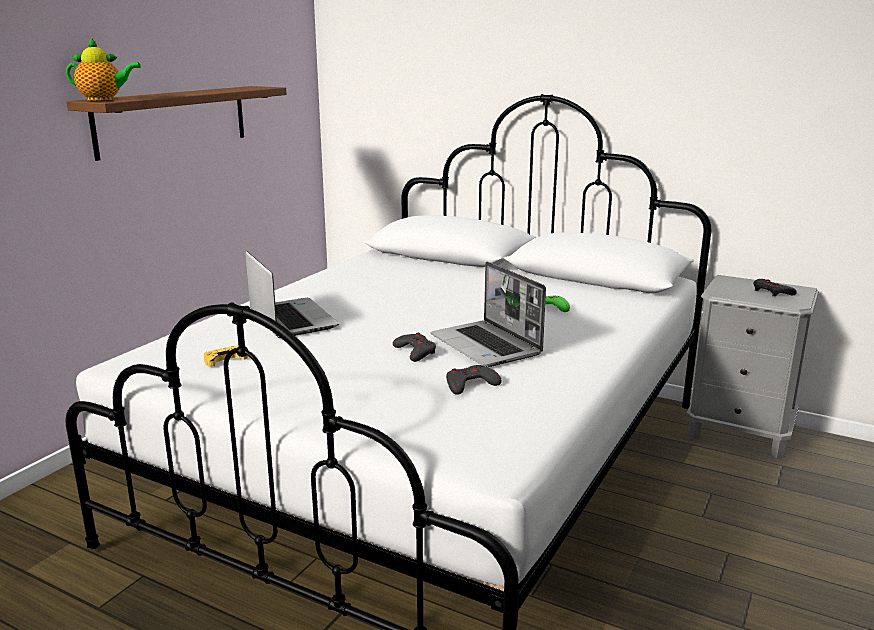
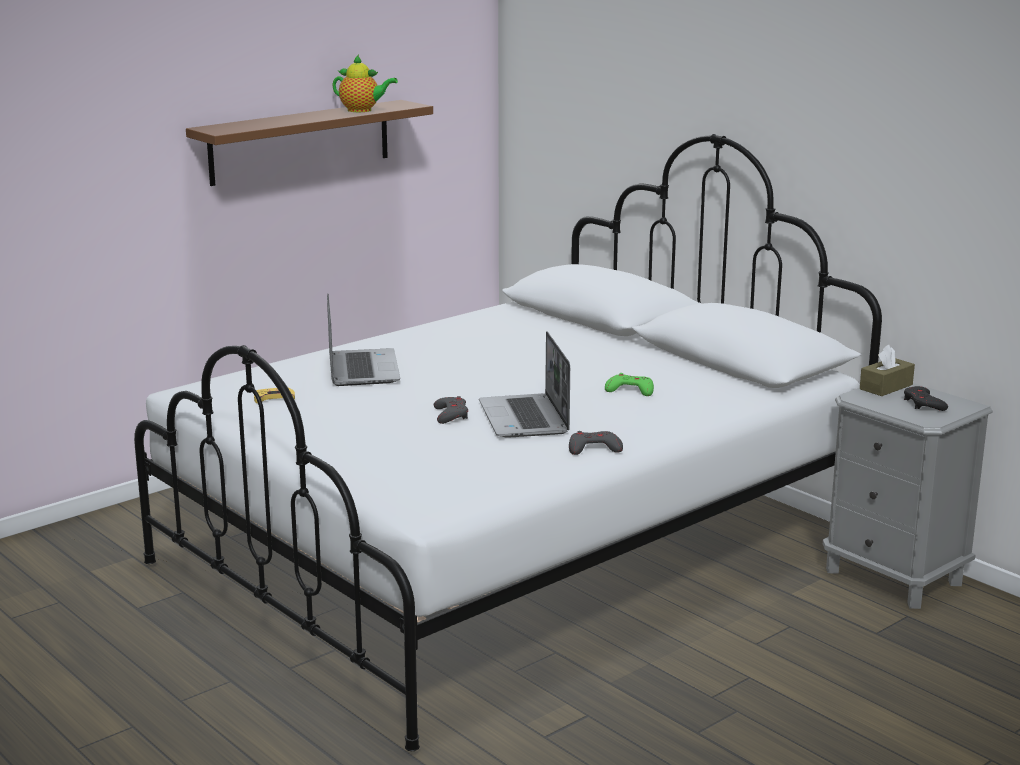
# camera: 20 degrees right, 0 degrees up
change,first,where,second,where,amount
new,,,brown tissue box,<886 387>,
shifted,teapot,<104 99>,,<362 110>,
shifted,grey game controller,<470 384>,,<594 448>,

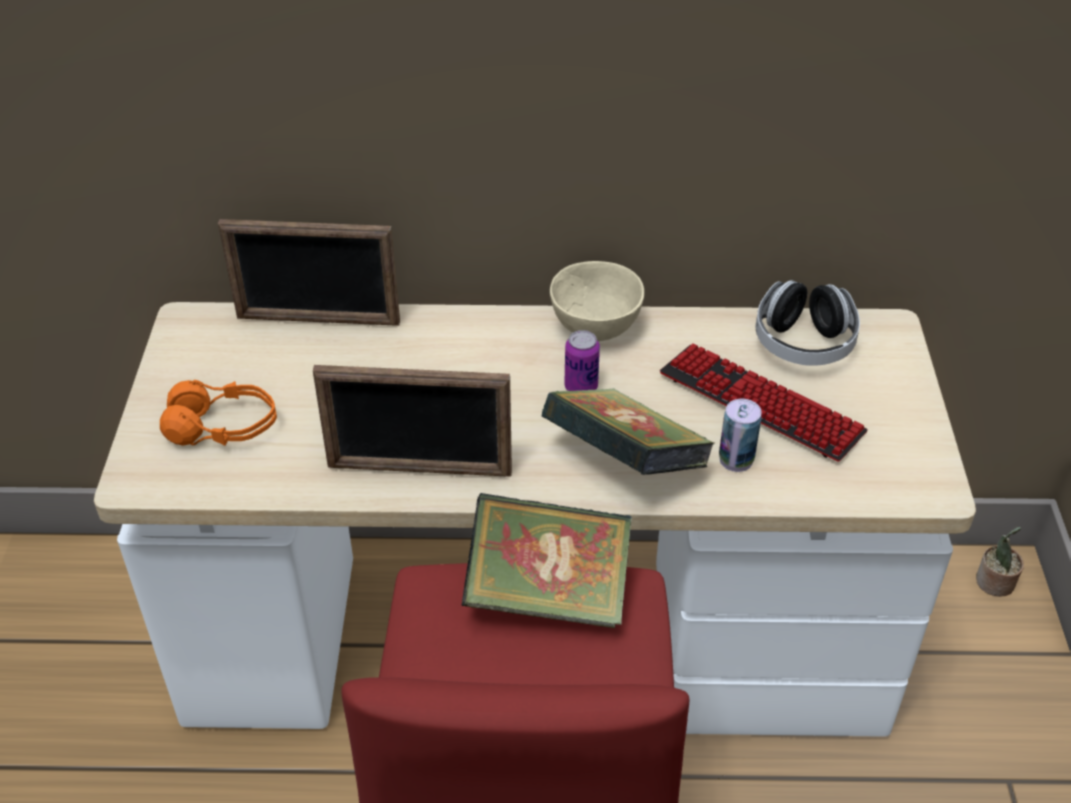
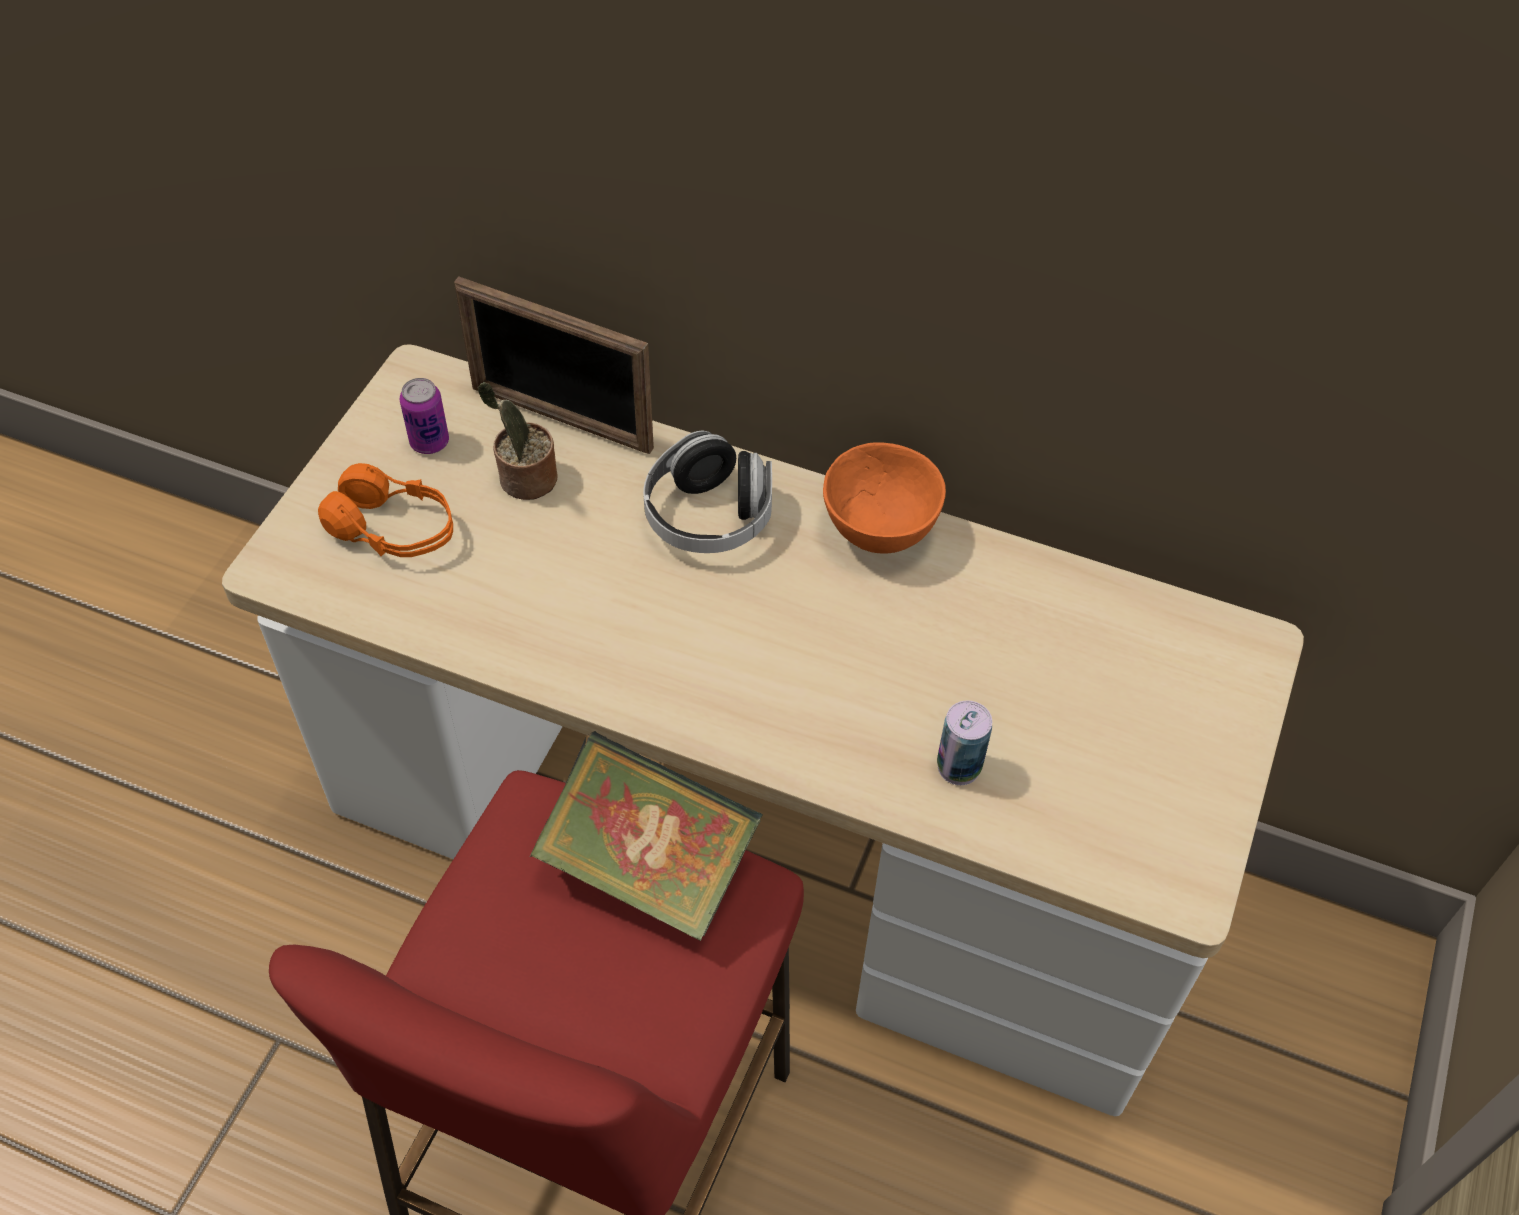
# camera: 20 degrees right, 10 degrees up
change,first,where,second,where,amount
gone,picture frame,<419 470>,,,
gone,book,<624 463>,,,
gone,keyboard,<760 404>,,,
shifted,can,<581 387>,,<429 442>,
shifted,headphones,<803 344>,,<709 517>,
shifted,potted plant,<994 583>,,<524 480>,
repainted,beige bowl,<595 330>,orange bowl,<878 531>,

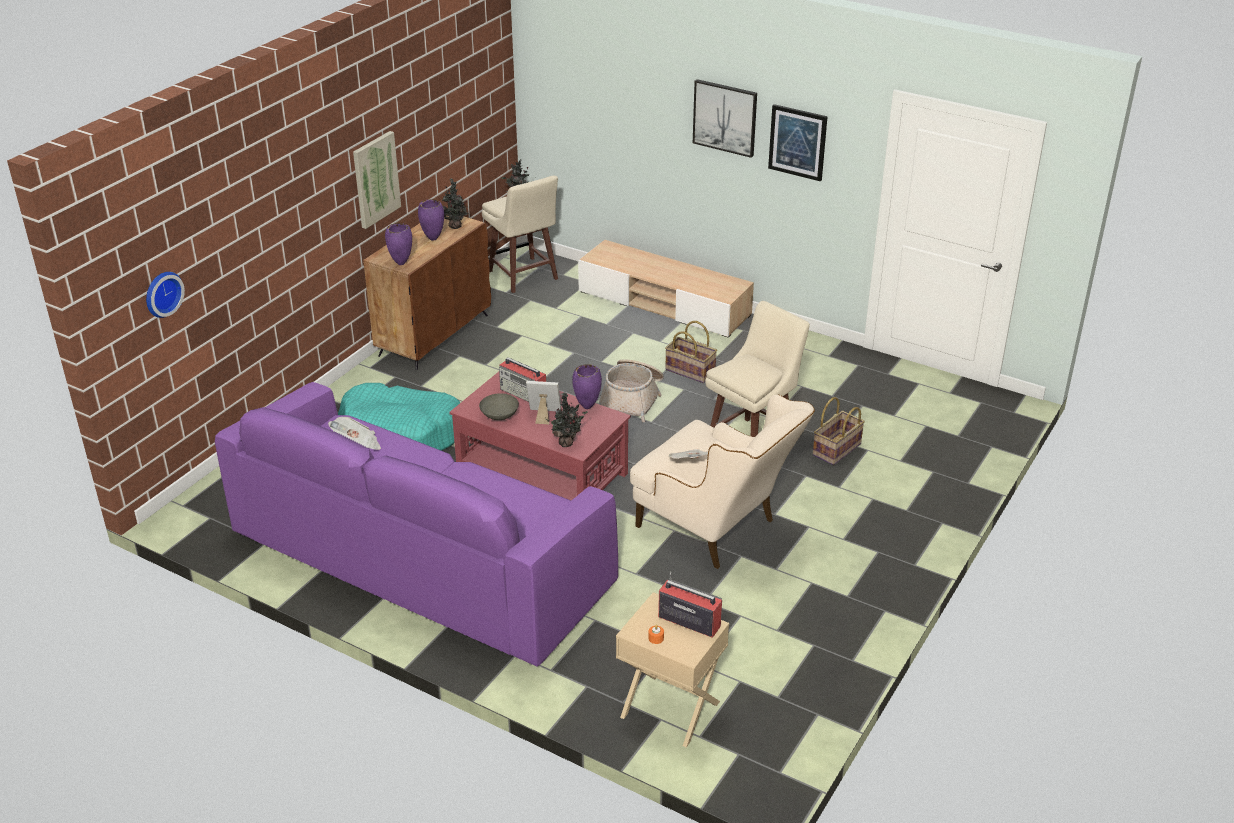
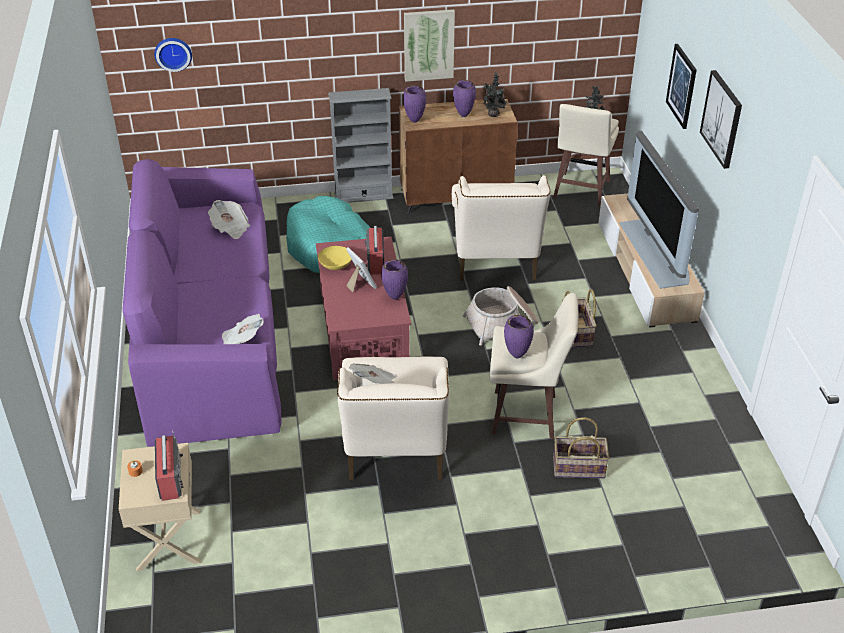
# camera: 50 degrees right, 5 degrees up
change,first,where,second,where,amount
gone,potted plant,<567 442>,,,
new,,,newspaper,<242 340>,
new,,,grey bookcase,<363 195>,
new,,,beige armchair,<496 263>,
new,,,purple vase,<516 356>,
new,,,television,<656 252>,
shifted,picture,<797 142>,,<682 86>,
repainted,grey bowl,<500 416>,yellow bowl,<336 266>,

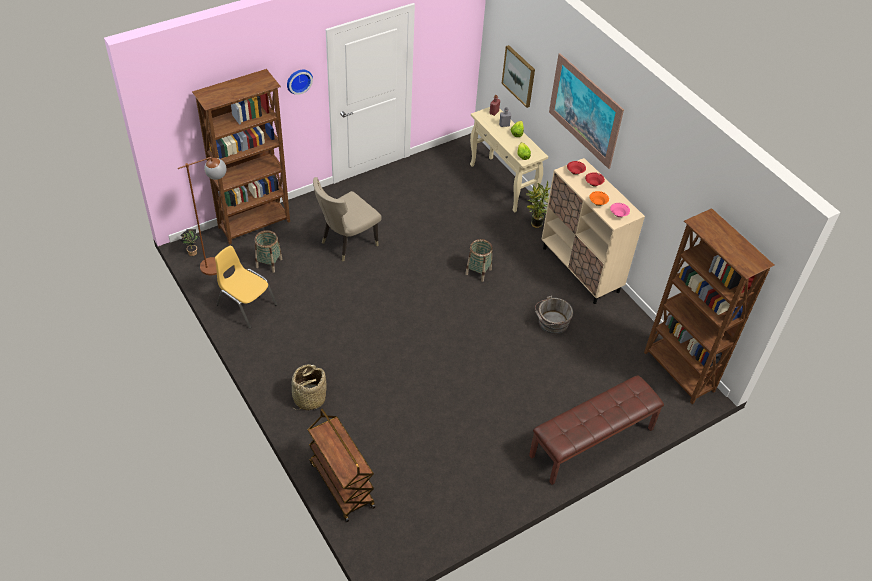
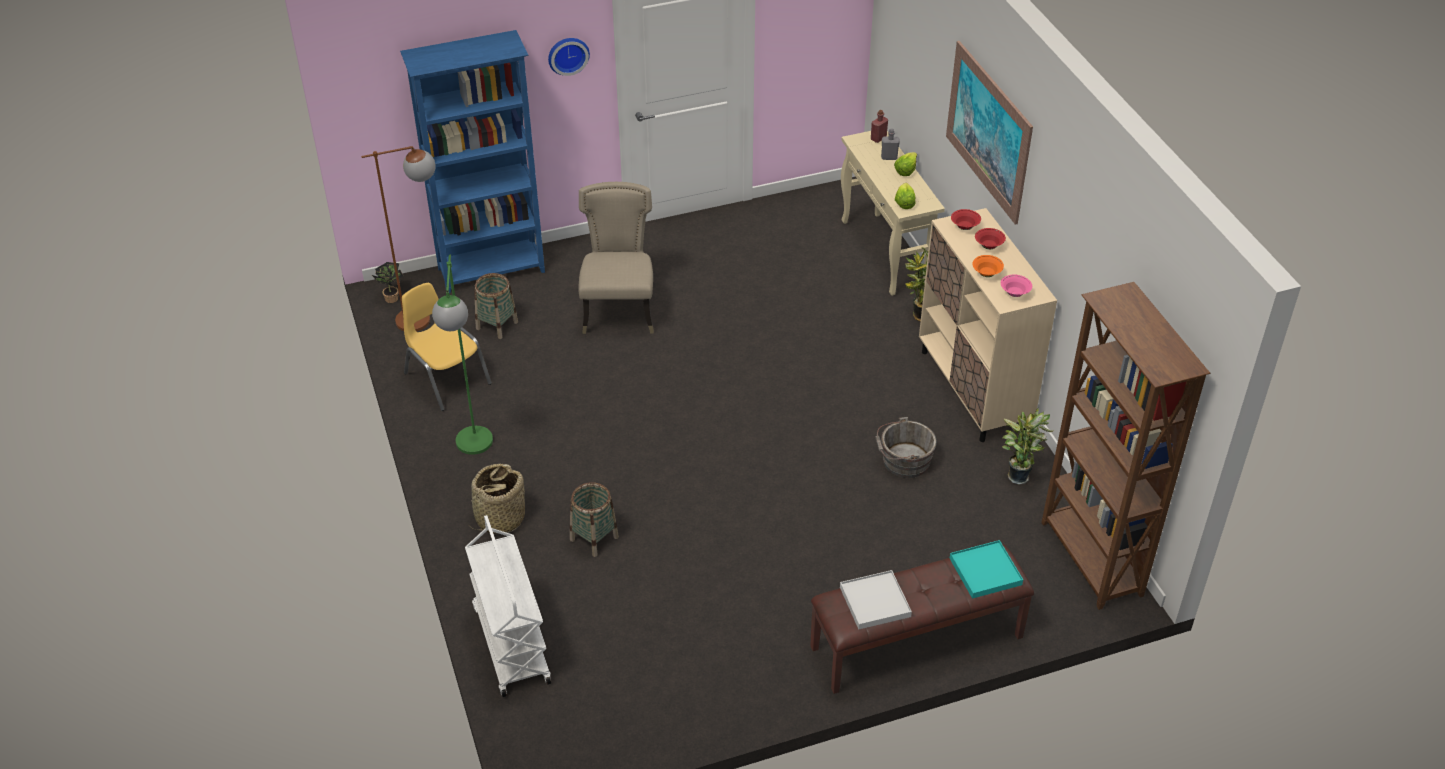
# camera: 15 degrees right, 5 degrees down
change,first,where,second,where,amount
gone,picture,<519 76>,,,
new,,,green floor lamp,<474 451>,
new,,,white tray,<874 602>,
new,,,turquoise tray,<985 571>,
new,,,potted plant,<1019 475>,
shifted,basket,<478 271>,,<594 538>,
repainted,brown bookcase,<255 225>,blue bookcase,<492 271>,
repainted,brown cart,<341 484>,white cart,<511 644>,
rotated,beige chair,<346 243>,,<619 311>,120 degrees clockwise

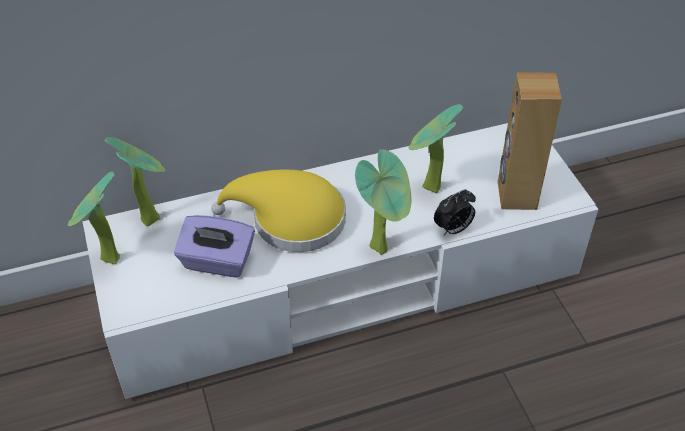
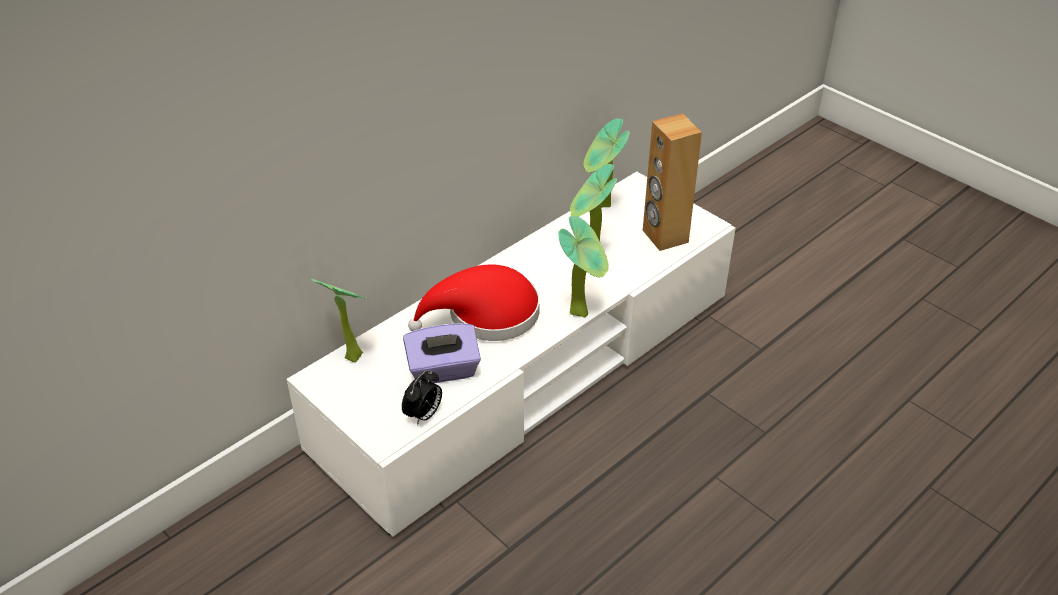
# camera: 25 degrees left, 5 degrees down
change,first,where,second,where,amount
shifted,potted plant,<107 261>,,<601 207>,
shifted,alarm clock,<453 229>,,<424 415>,
repainted,yellow hat,<290 220>,red hat,<486 315>,

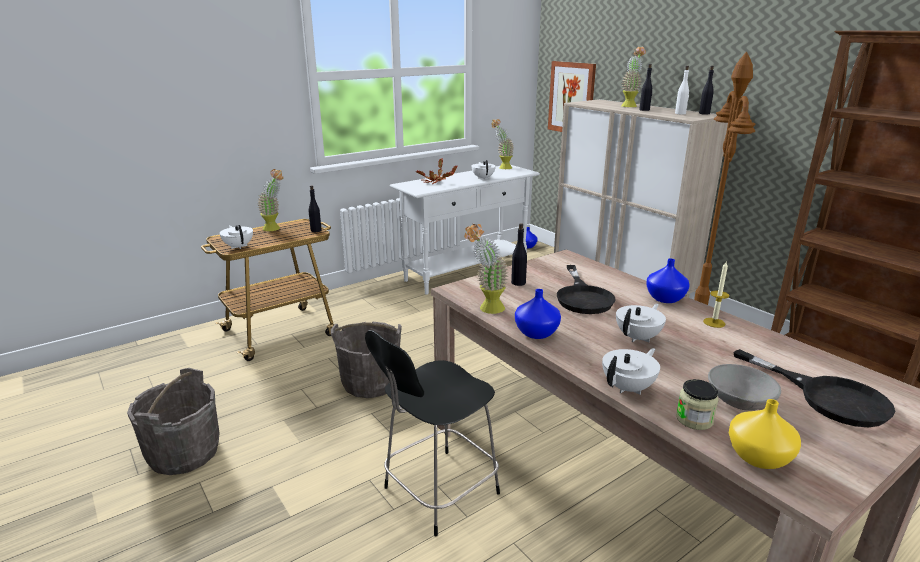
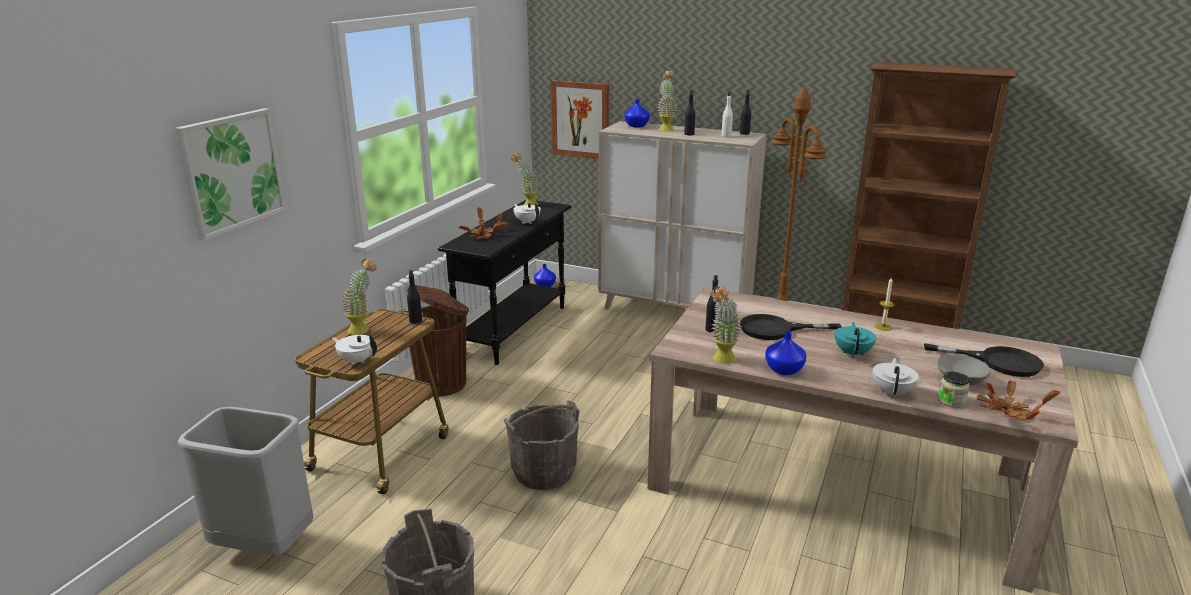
# camera: 30 degrees left, 0 degrees up
change,first,where,second,where,amount
gone,black stool,<438 492>,,,
new,,,picture,<232 171>,
new,,,grey trash can,<265 545>,
new,,,brown trash can,<443 383>,
shifted,blue vase,<666 299>,,<637 126>,
swapped,yellow vase,<758 456>,potted plant,<1006 412>,
repainted,white console table,<467 273>,black console table,<514 330>,
repainted,white teapot,<638 337>,turquoise teapot,<853 353>,
rotated,black frying pan,<583 297>,,<775 329>,120 degrees clockwise

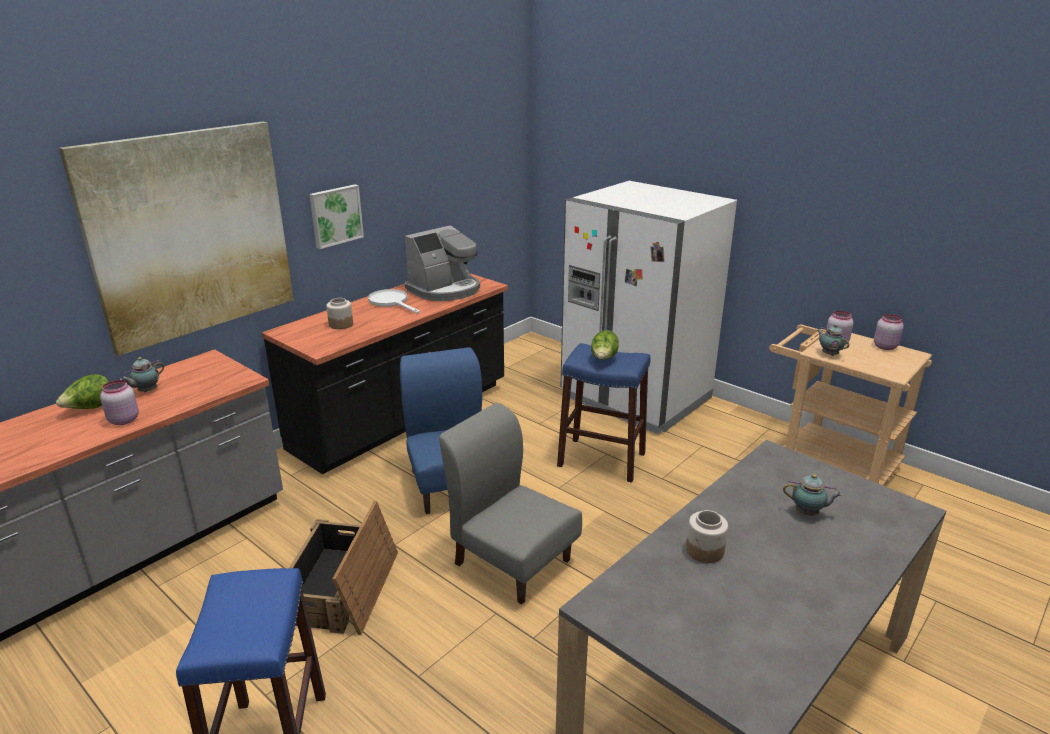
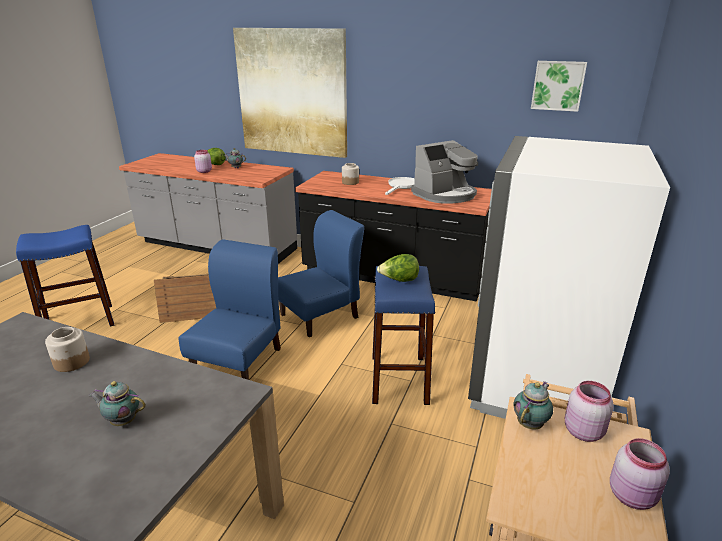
# camera: 70 degrees right, 0 degrees up
change,first,where,second,where,amount
shifted,picture,<335 215>,,<558 85>,
repainted,grey chair,<512 561>,blue chair,<239 361>,
rotated,coffee machine,<445 290>,,<445 195>,60 degrees counterclockwise
rotated,teapot,<808 513>,,<122 421>,105 degrees clockwise

